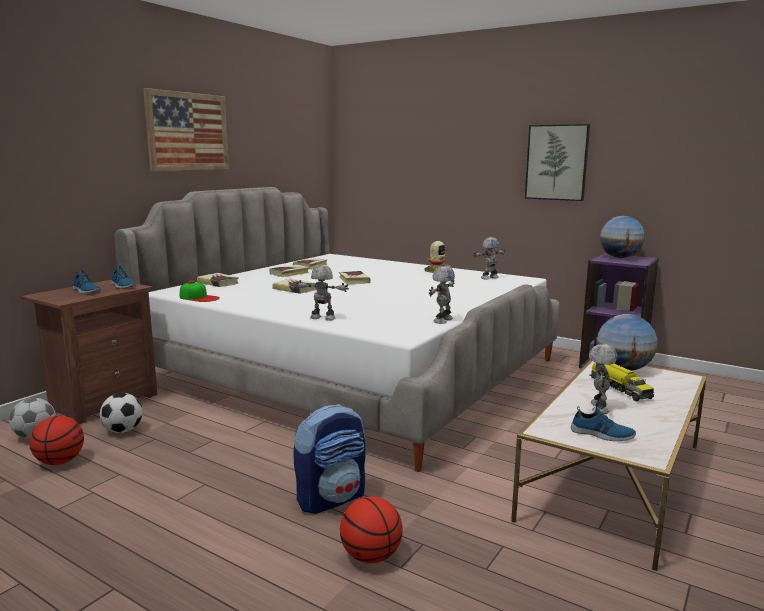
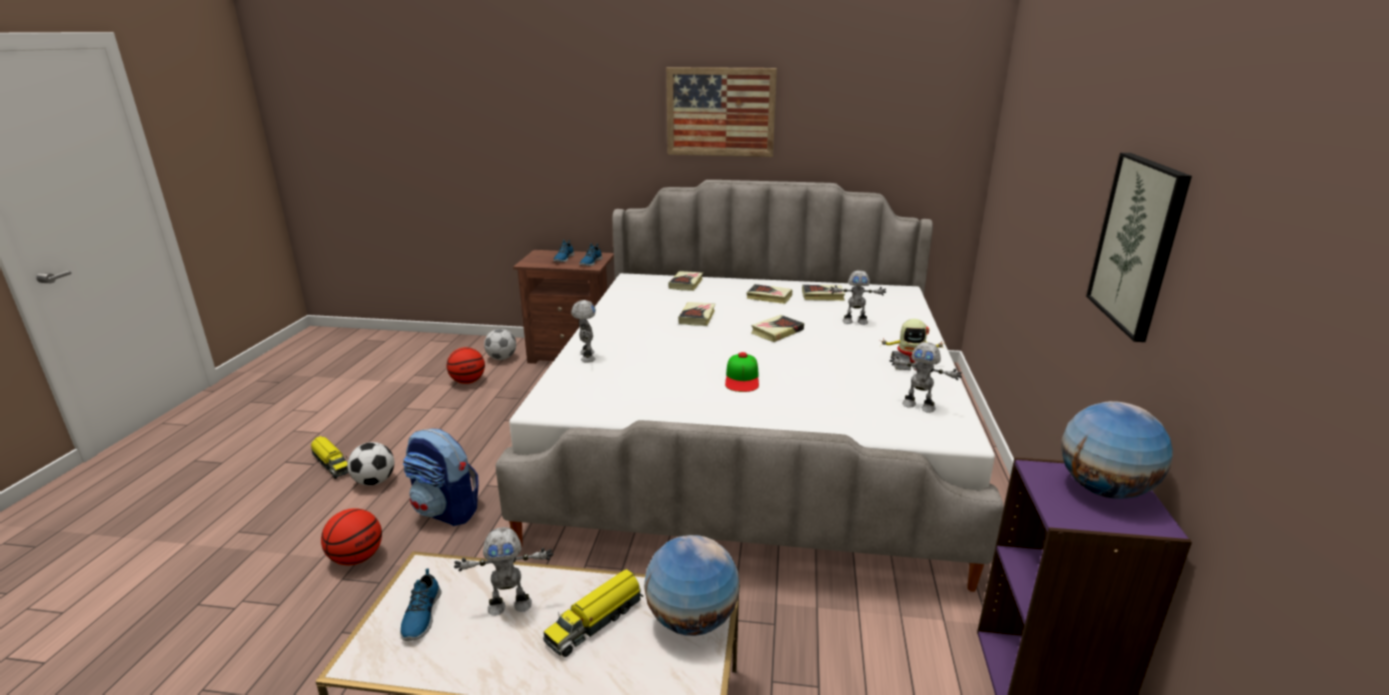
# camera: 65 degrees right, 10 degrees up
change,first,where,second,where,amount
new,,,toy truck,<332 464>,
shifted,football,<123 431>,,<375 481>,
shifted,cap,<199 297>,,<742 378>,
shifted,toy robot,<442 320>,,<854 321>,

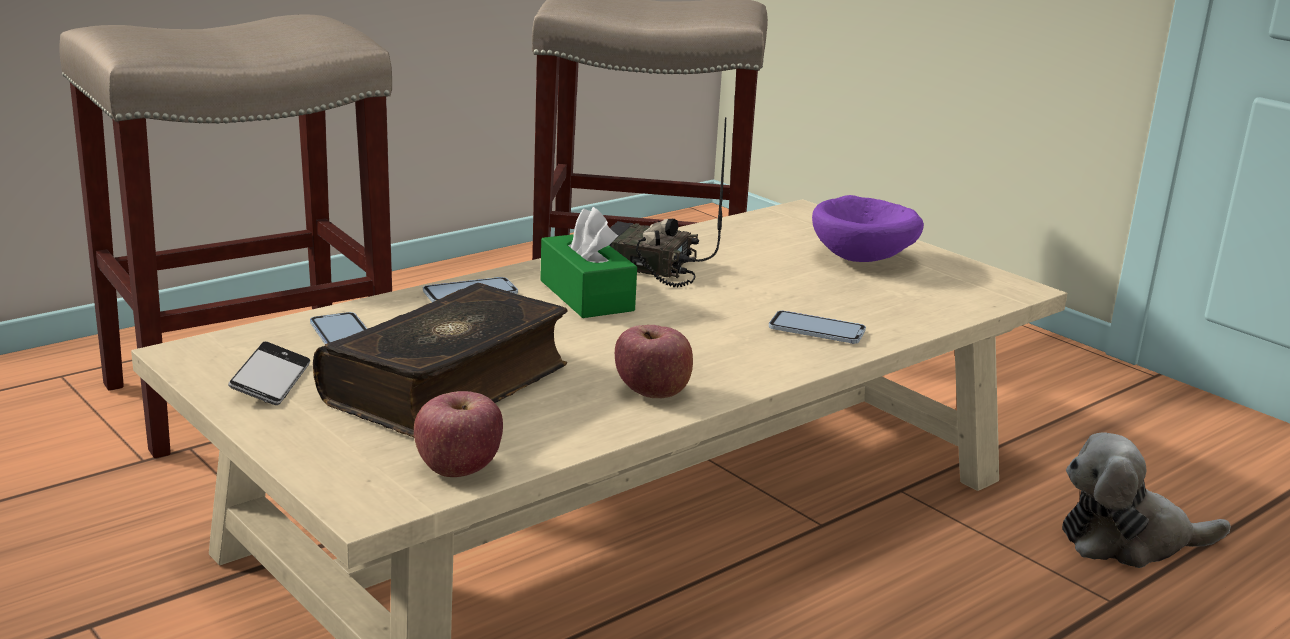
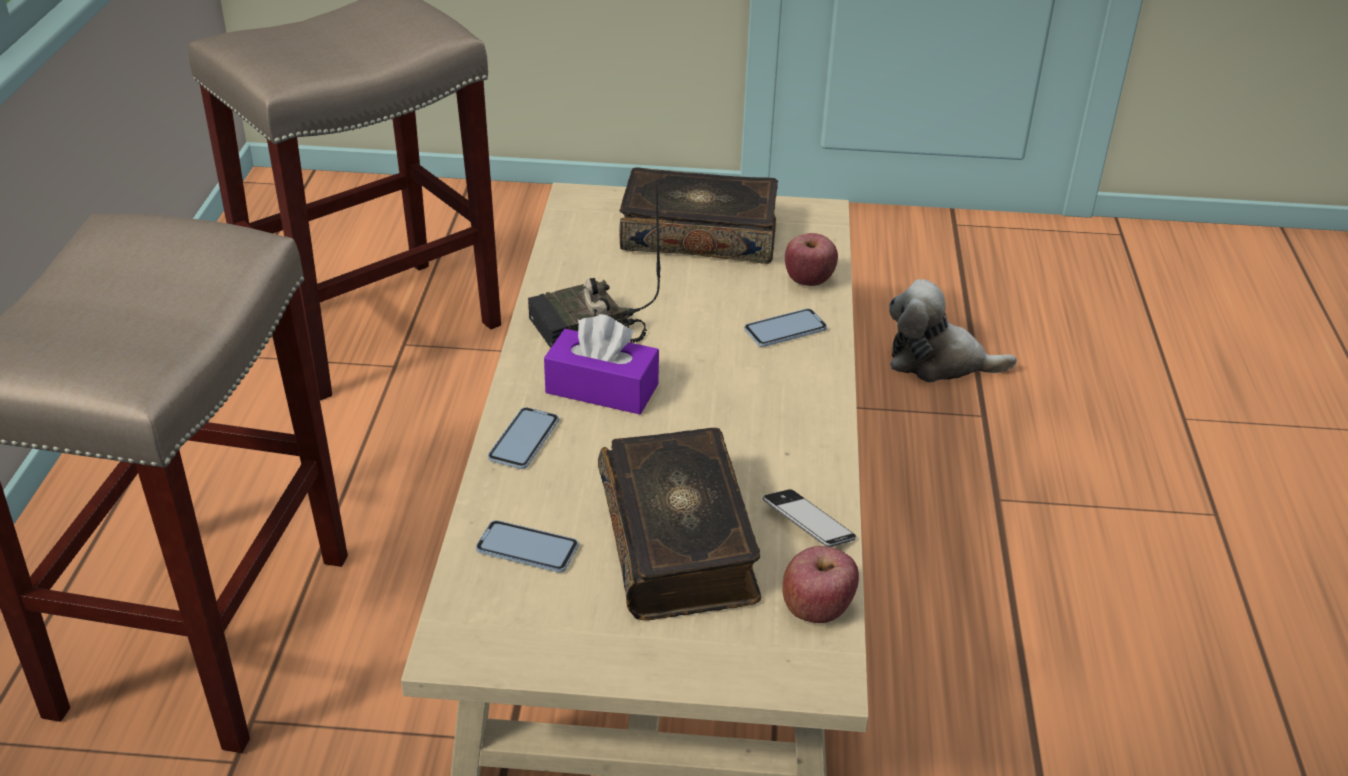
# camera: 45 degrees left, 15 degrees up
change,first,where,second,where,amount
shifted,phone,<271 382>,,<808 524>,
shifted,apple,<652 392>,,<809 281>,
swapped,purple bowl,<864 259>,book,<699 234>,
repainted,green tissue box,<586 295>,purple tissue box,<602 388>,
rotated,plush toy,<1128 541>,,<938 362>,60 degrees clockwise

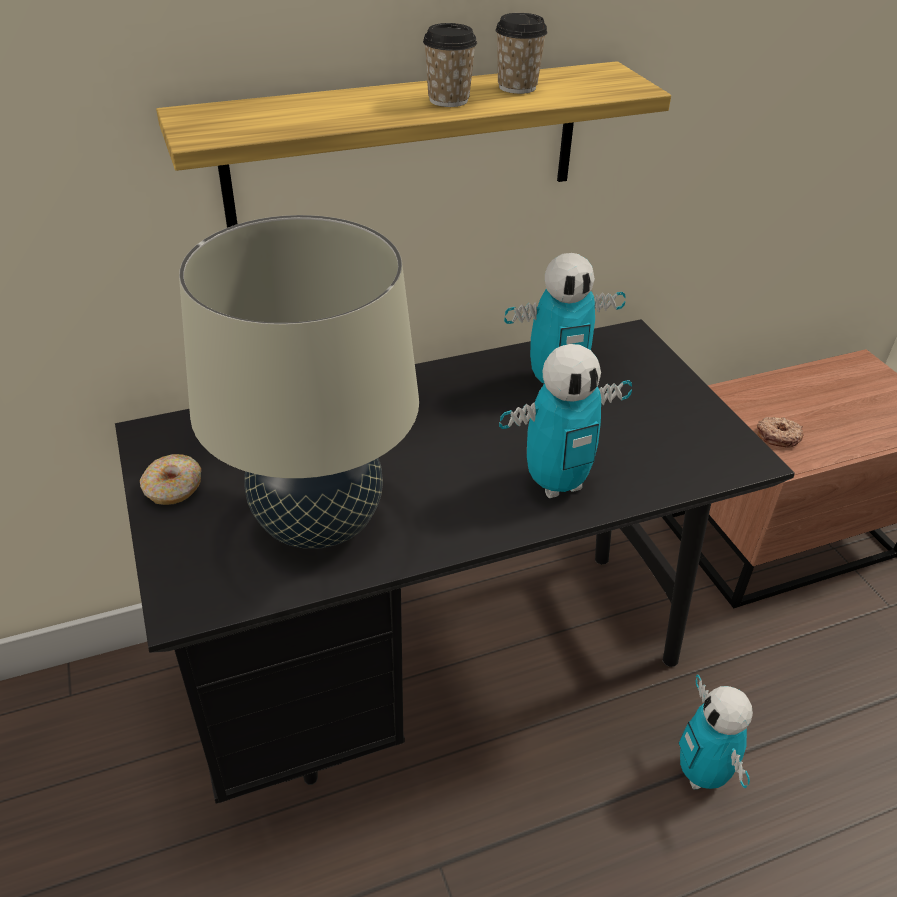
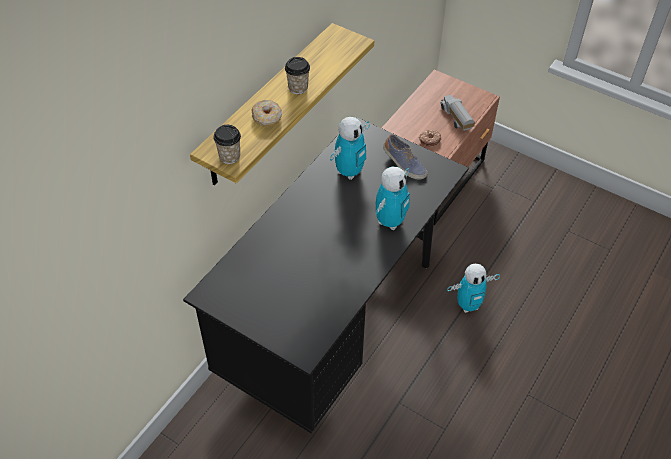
# camera: 35 degrees left, 10 degrees up
change,first,where,second,where,amount
gone,beige table lamp,<318 522>,,,
new,,,shoe,<404 164>,
new,,,toy truck,<455 119>,
shifted,donut,<173 488>,,<267 118>,
shifted,cup,<517 87>,,<229 156>,
rotated,toy robot,<701 774>,,<468 305>,60 degrees counterclockwise

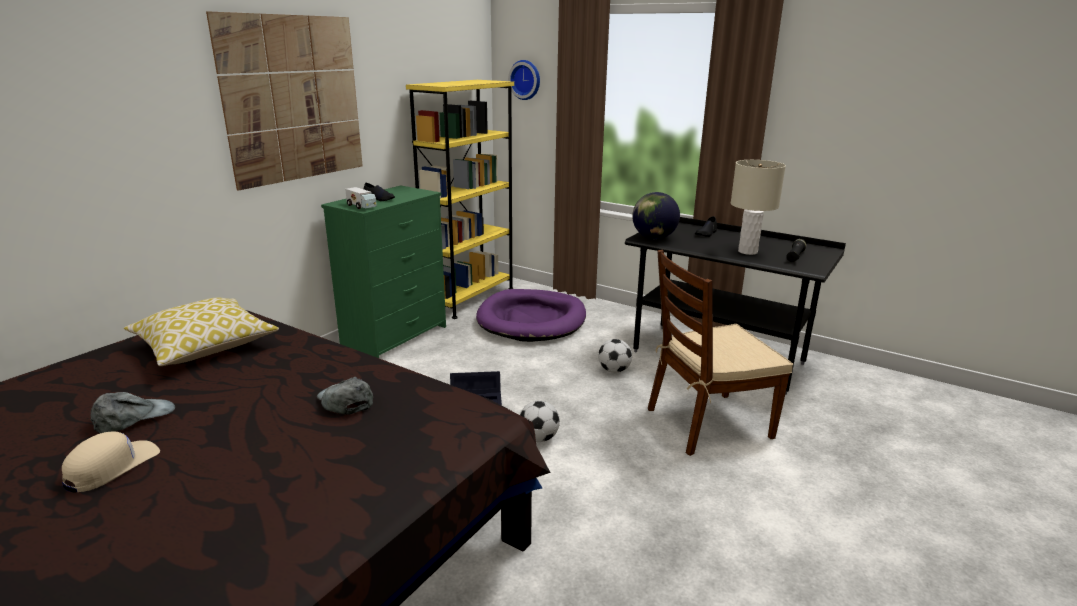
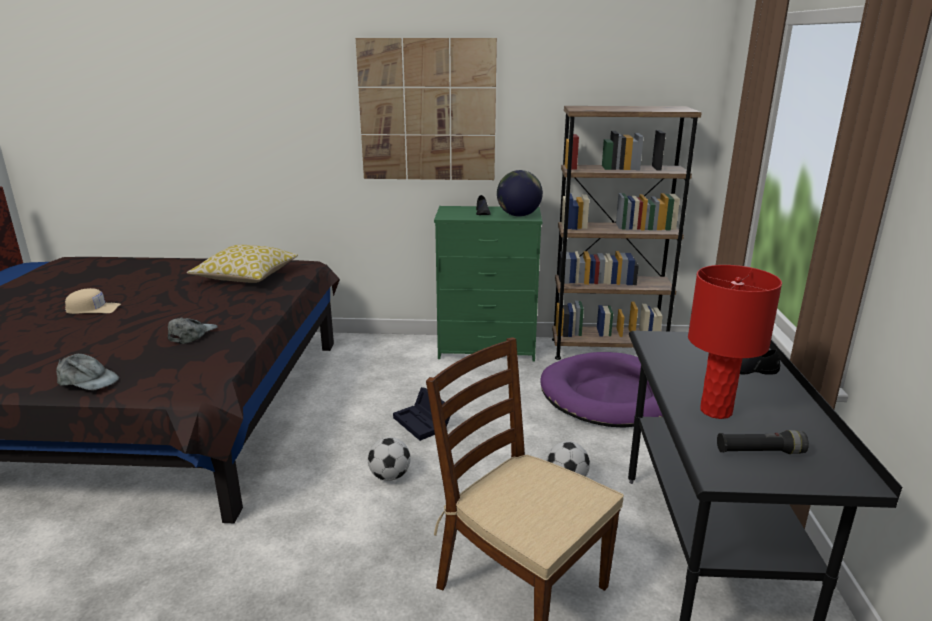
# camera: 60 degrees right, 0 degrees up
change,first,where,second,where,amount
gone,toy truck,<361 206>,,,
gone,wall clock,<526 80>,,,
shifted,grey cap,<134 417>,,<87 380>,
shifted,globe,<653 238>,,<518 215>,
repainted,yellow bookcase,<469 298>,brown bookcase,<607 350>,
repainted,beige table lamp,<748 251>,red table lamp,<716 411>,

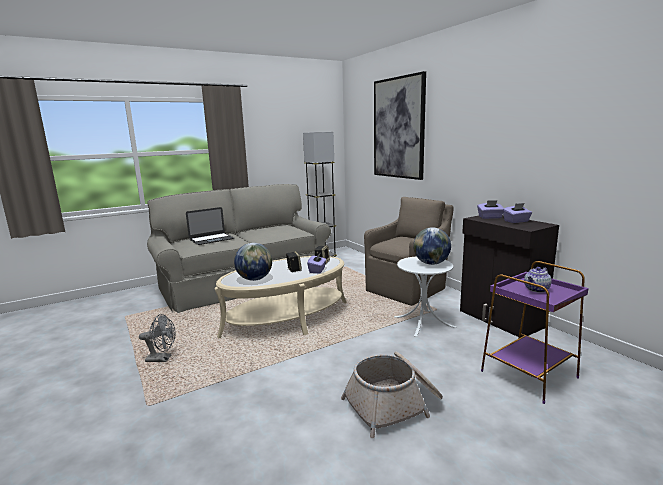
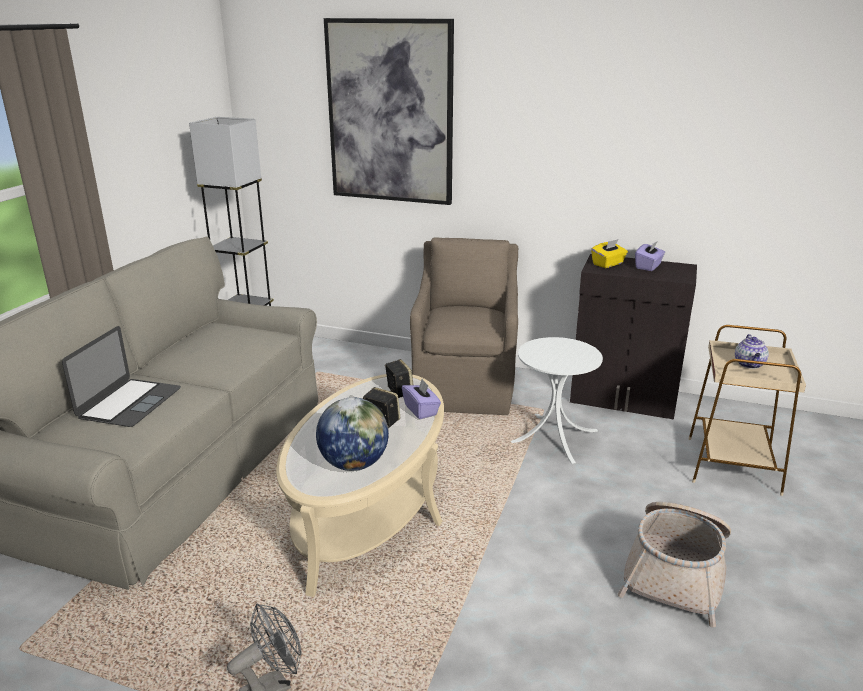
# camera: 40 degrees left, 10 degrees up
change,first,where,second,where,amount
gone,globe,<431 263>,,,
repainted,purple tissue box,<490 217>,yellow tissue box,<608 264>,
repainted,purple side table,<527 374>,beige side table,<732 466>,

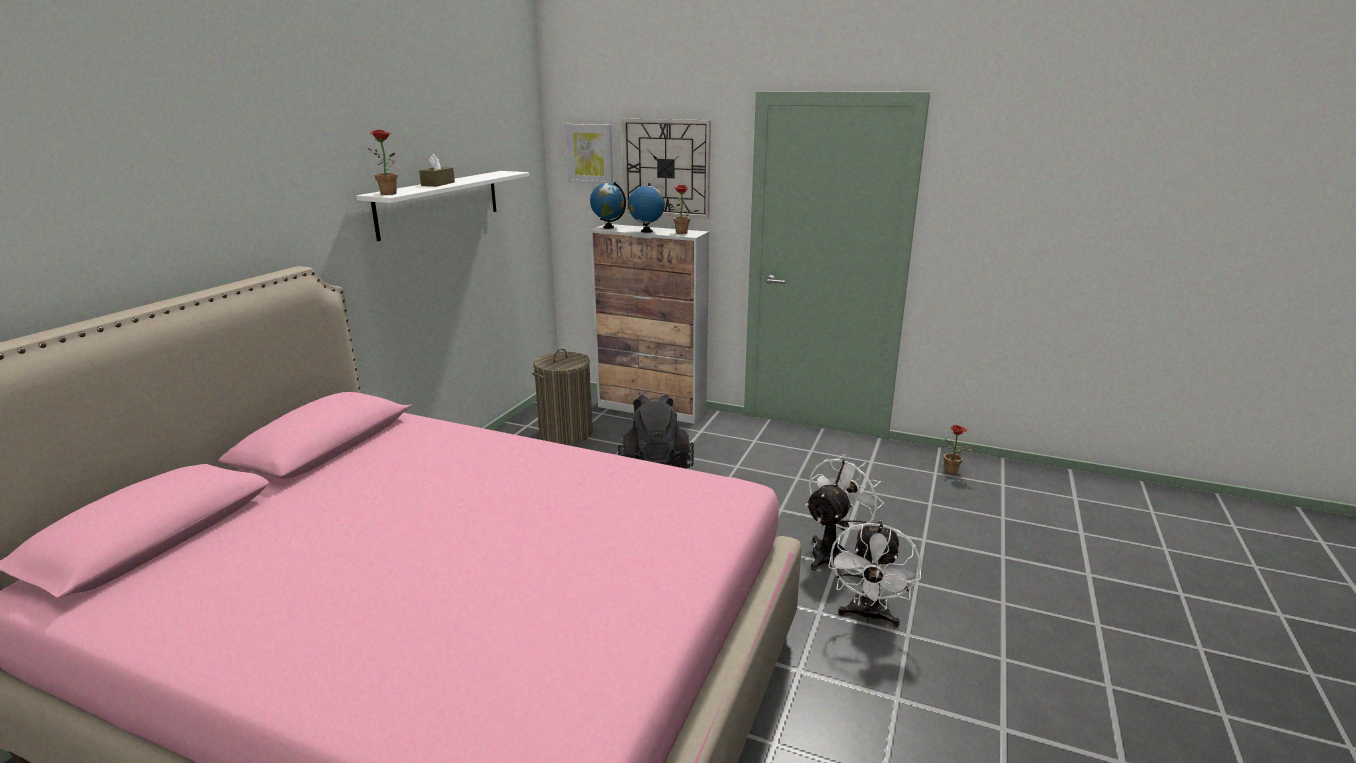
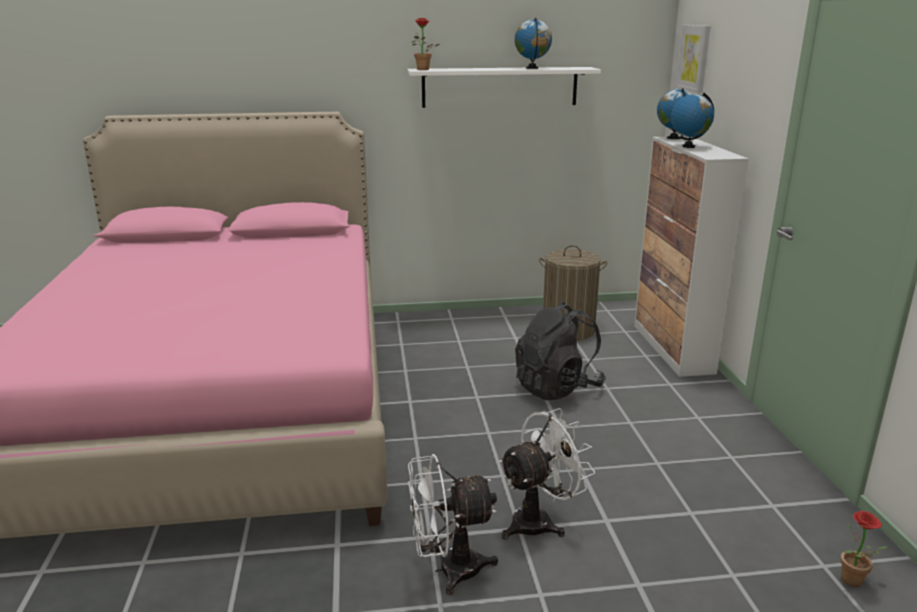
# camera: 60 degrees right, 0 degrees up
change,first,where,second,where,amount
gone,brown tissue box,<438 184>,,,
gone,wall clock,<666 168>,,,
gone,potted plant,<680 233>,,,
new,,,globe,<532 68>,
rotated,white fan,<833 551>,,<539 521>,45 degrees counterclockwise

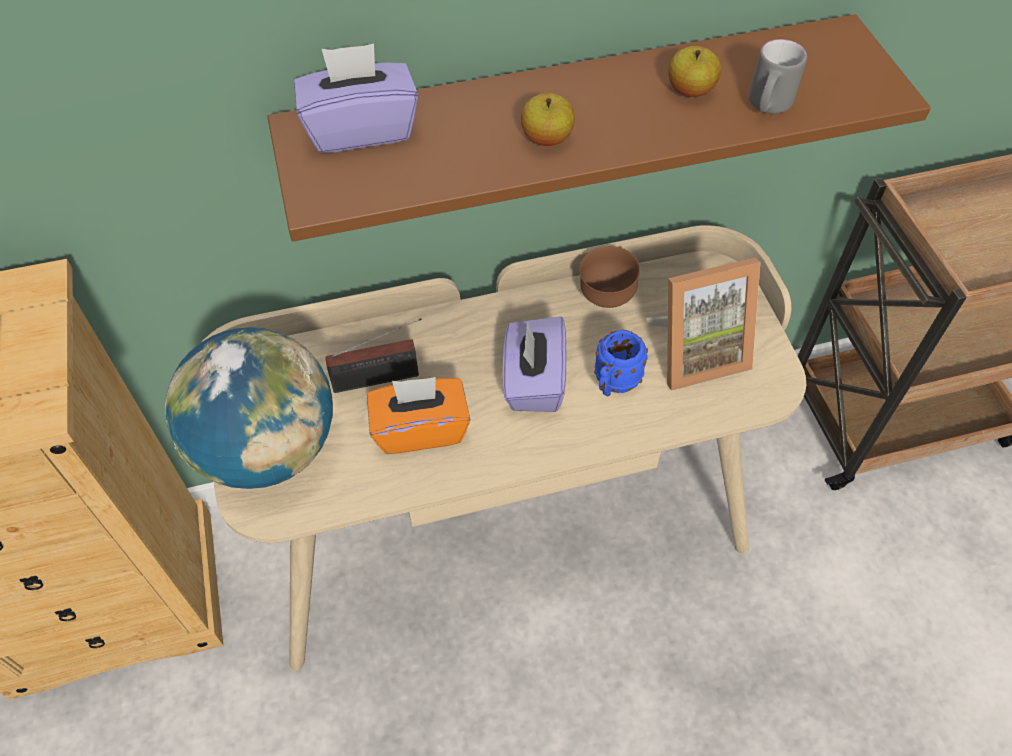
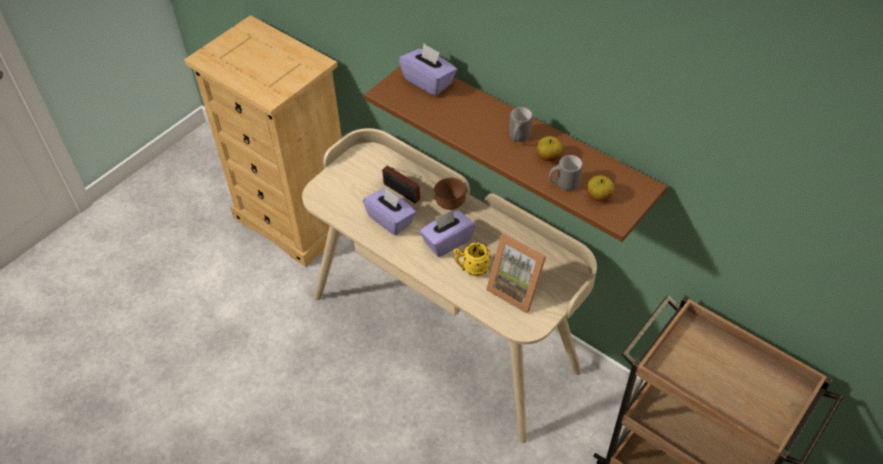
# camera: 55 degrees right, 5 degrees down
change,first,where,second,where,amount
gone,globe,<268 449>,,,
new,,,grey mug,<518 138>,
shifted,apple,<546 138>,,<598 196>,
shifted,brown bowl,<605 298>,,<450 204>,
repainted,orange tissue box,<420 429>,purple tissue box,<391 220>,
repainted,blue mug,<613 384>,yellow mug,<471 269>,

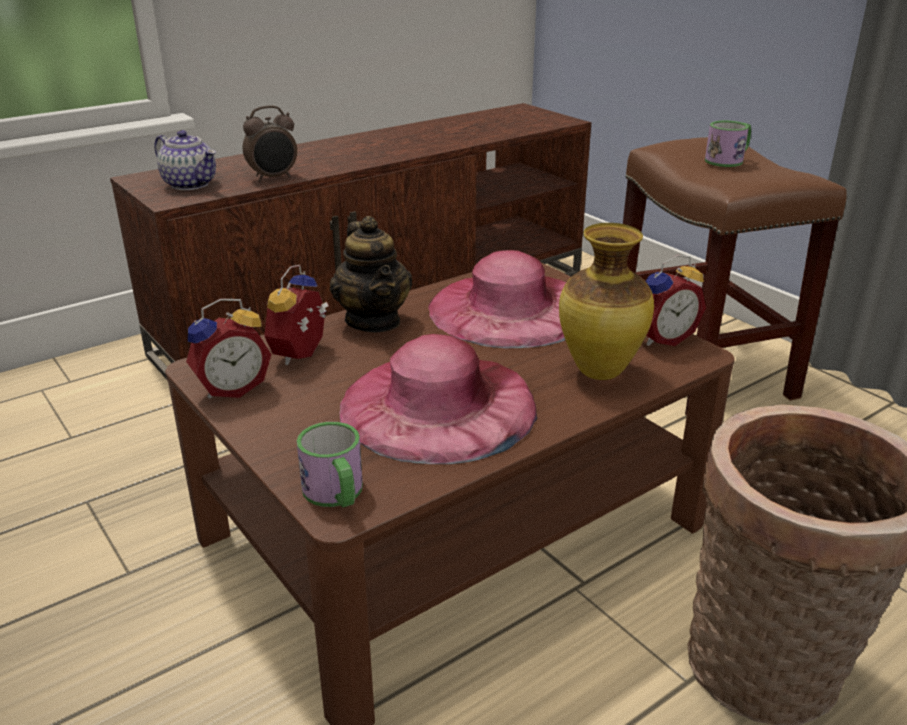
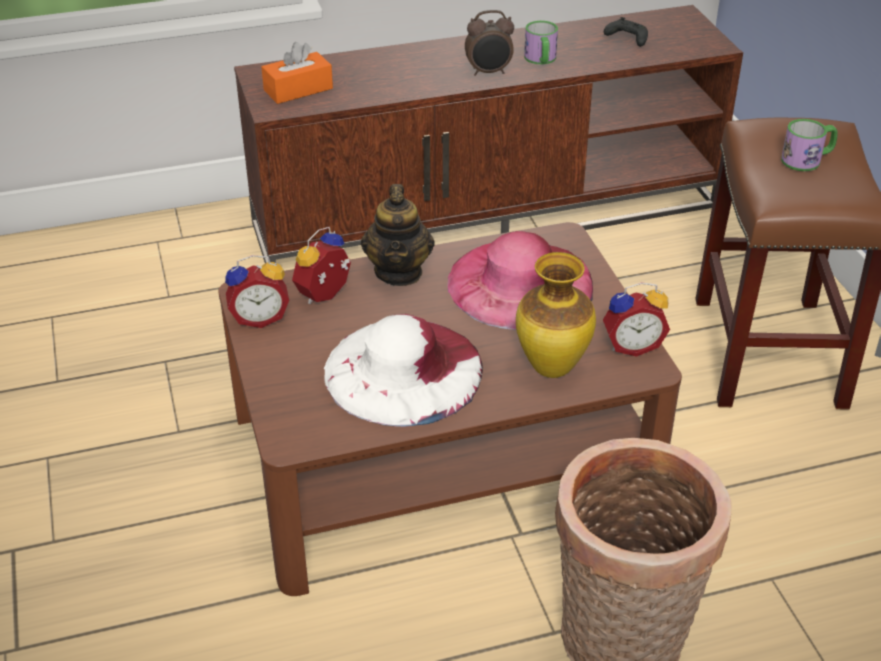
# camera: 20 degrees right, 10 degrees up
change,first,where,second,where,amount
new,,,black game controller,<626 39>,
shifted,alarm clock,<273 178>,,<489 72>,
shifted,mug,<336 494>,,<541 60>,
swapped,teapot,<191 184>,orange tissue box,<298 89>,
repainted,pink hat,<438 405>,white hat,<403 370>,

